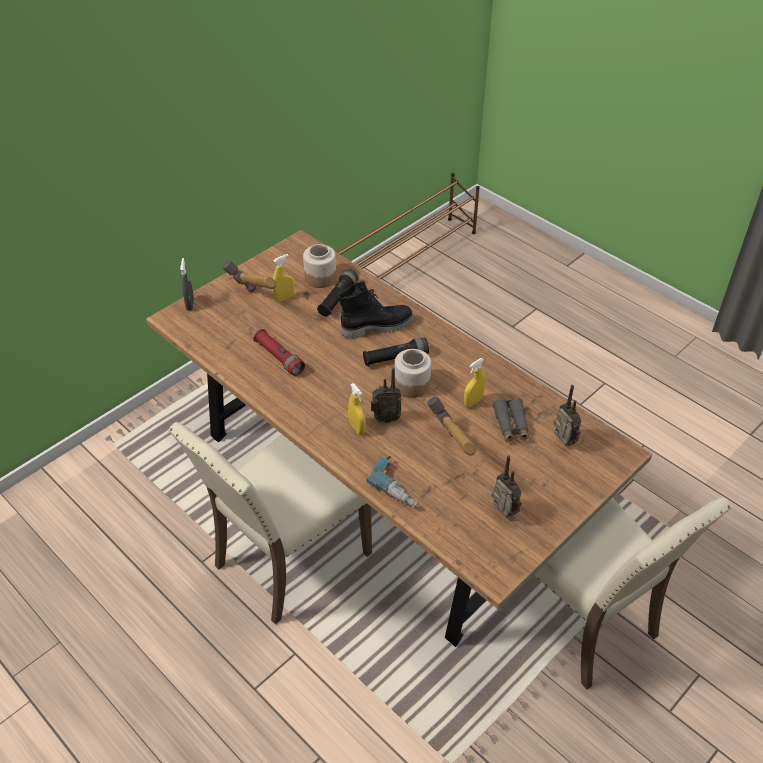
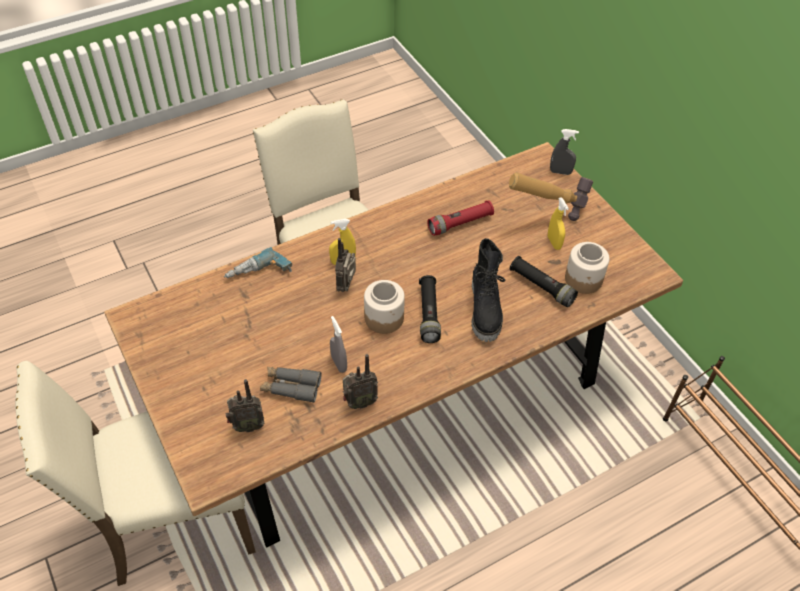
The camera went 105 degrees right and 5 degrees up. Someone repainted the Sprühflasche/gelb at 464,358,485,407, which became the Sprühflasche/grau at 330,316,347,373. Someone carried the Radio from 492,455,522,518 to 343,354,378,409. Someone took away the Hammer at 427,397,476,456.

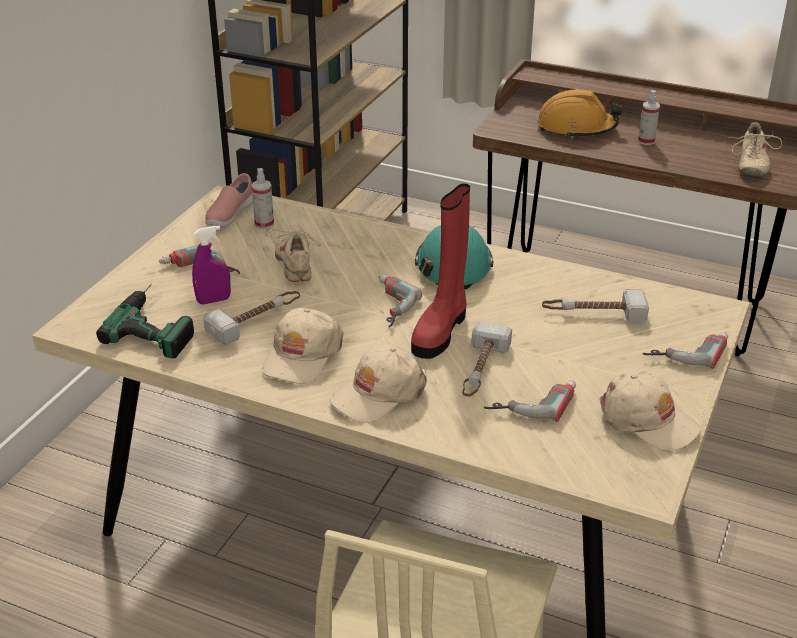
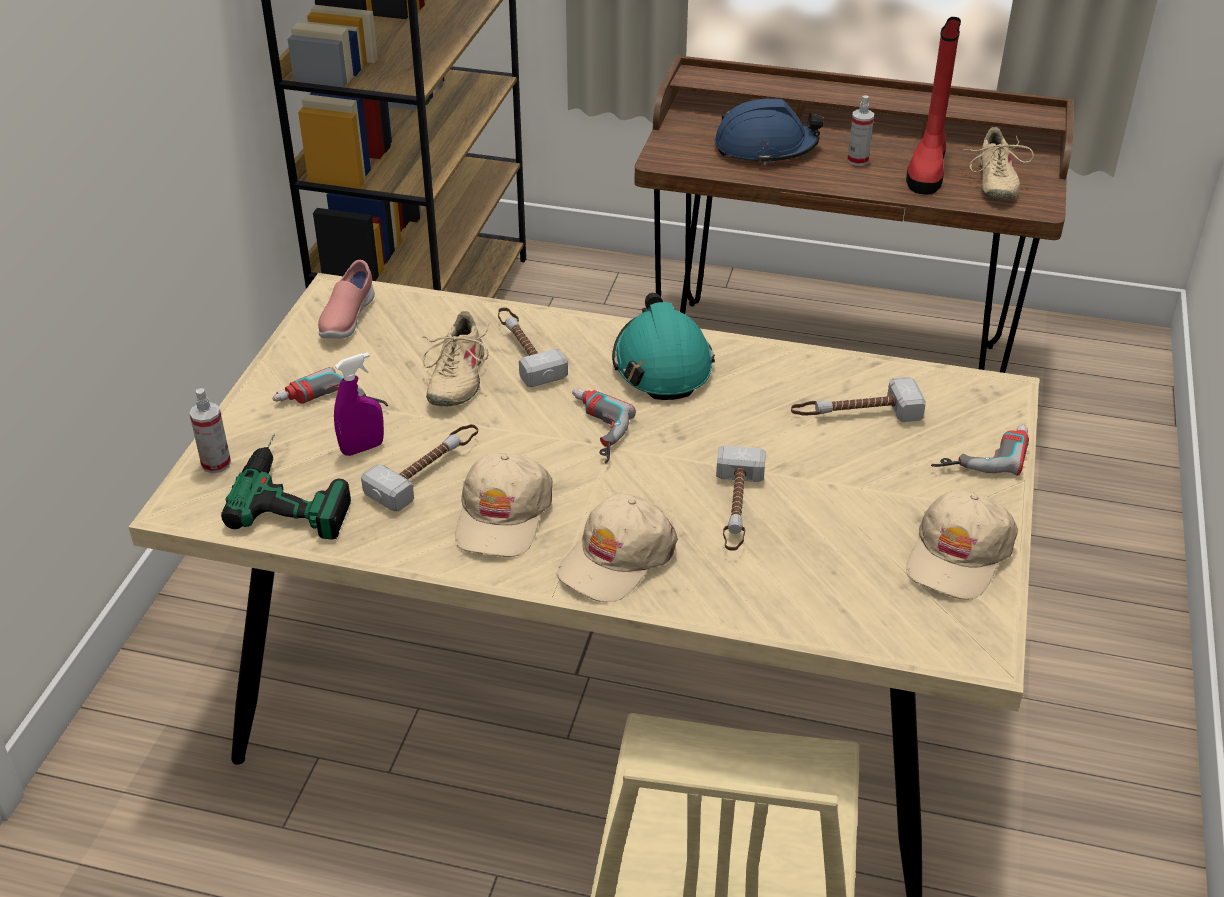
The camera went 10 degrees left and 5 degrees up. Someone carried the Sprühflasche from 252,168,274,229 to 189,388,231,474. Someone rotated the Schuh/beige at 265,225,327,282 by 150 degrees counterclockwise. Someone put down the Hammer at 498,308,568,387. Someone repainted the Schutzhelm/orange at 538,90,623,139, which became the Schutzhelm/blau at 715,99,824,165. Someone carried the Stiefel/rot from 411,183,470,359 to 906,17,961,194. Someone rotated the Kappe/beige at 600,370,701,452 by 90 degrees clockwise. Someone took away the Bohrmaschine at 484,380,576,422.

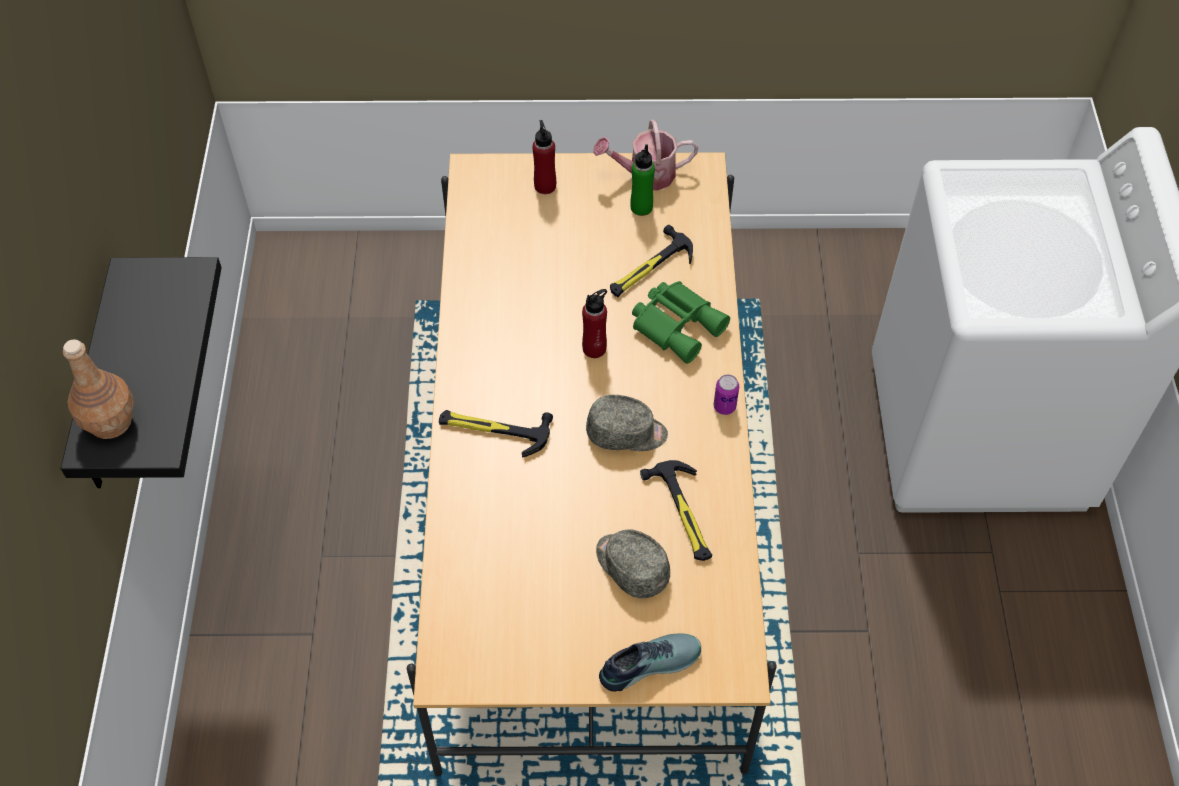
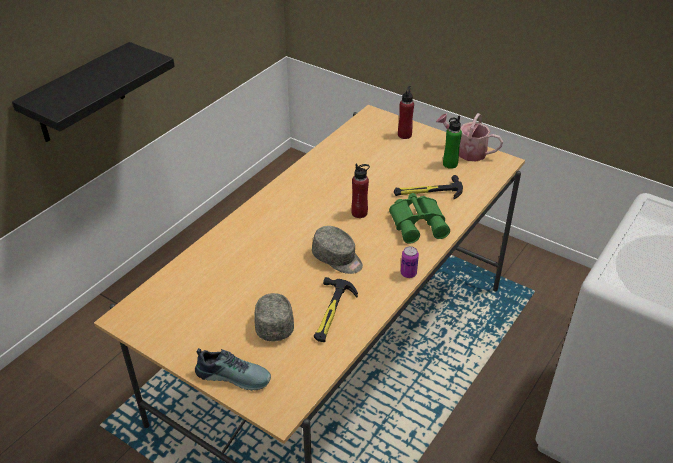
The camera went 35 degrees right and 15 degrees down. Someone took away the Flasche/braun at 63,339,134,439. Someone took away the Hammer at 439,410,553,458.

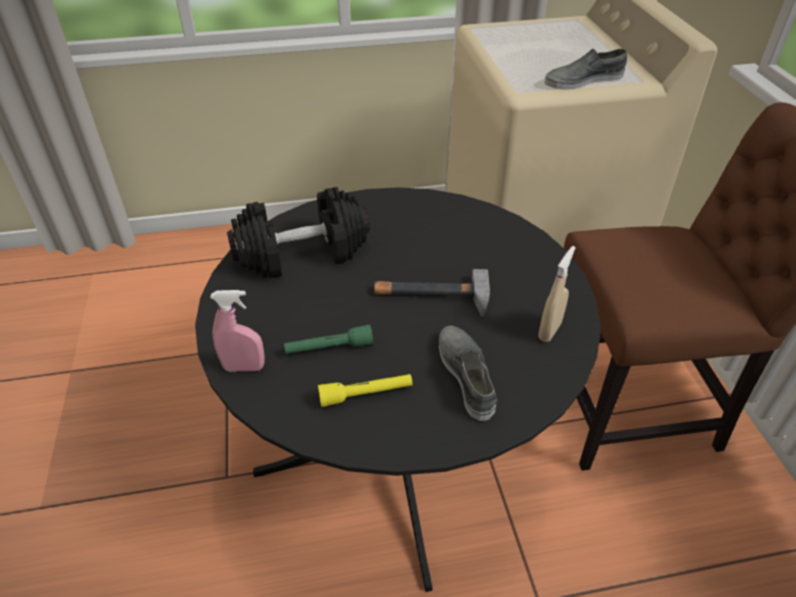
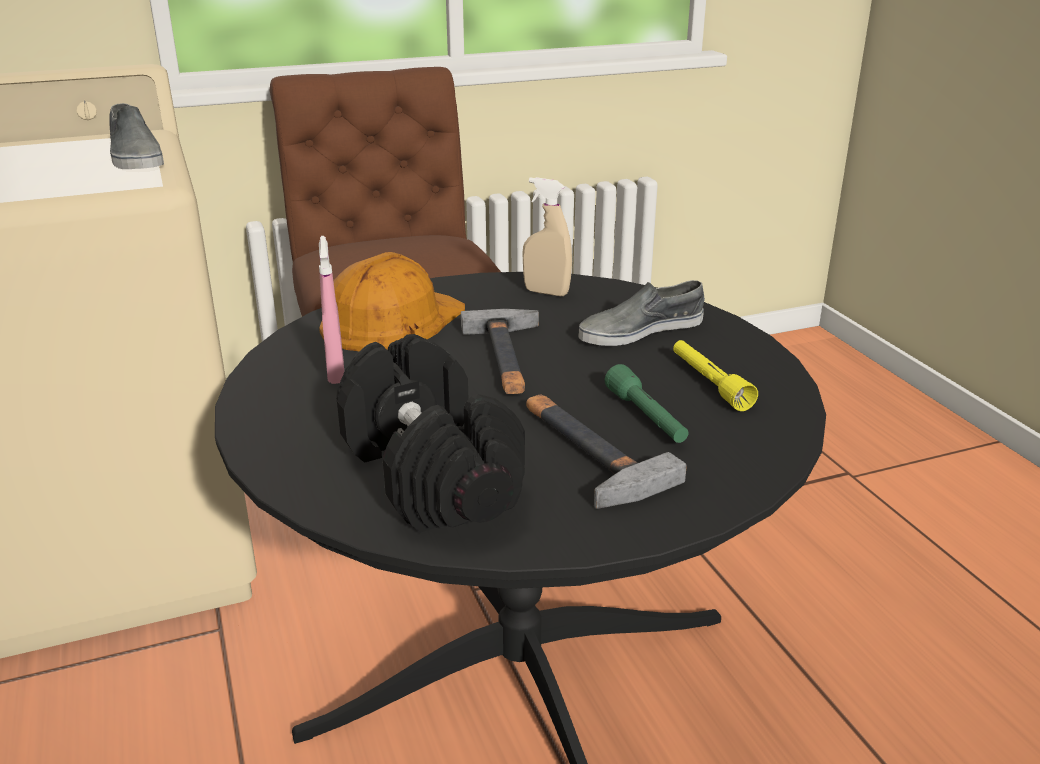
The camera went 100 degrees left and 15 degrees down. Someone carried the Sprühflasche/rosa from 210,290,265,372 to 319,236,344,384. Someone put down the Schutzhelm/orange at 319,252,465,351. Someone put down the Hammer at 526,394,687,509.

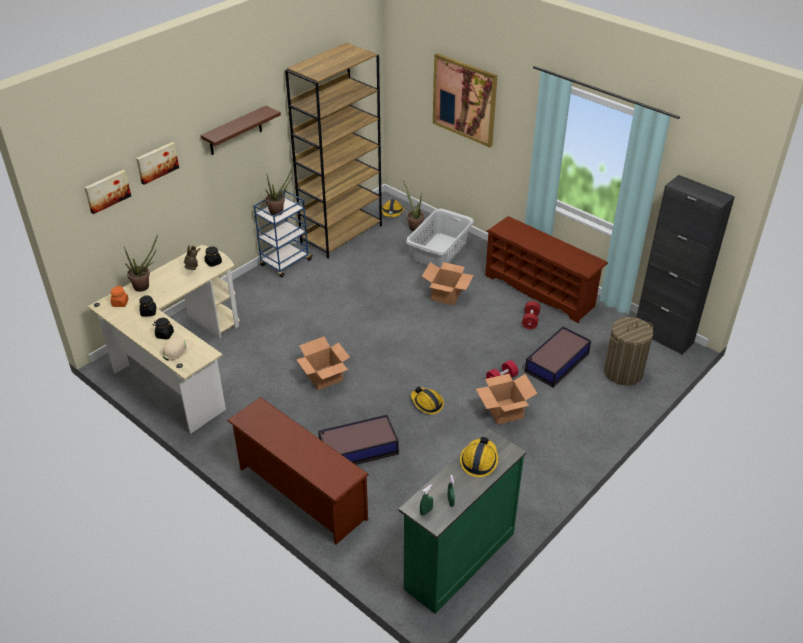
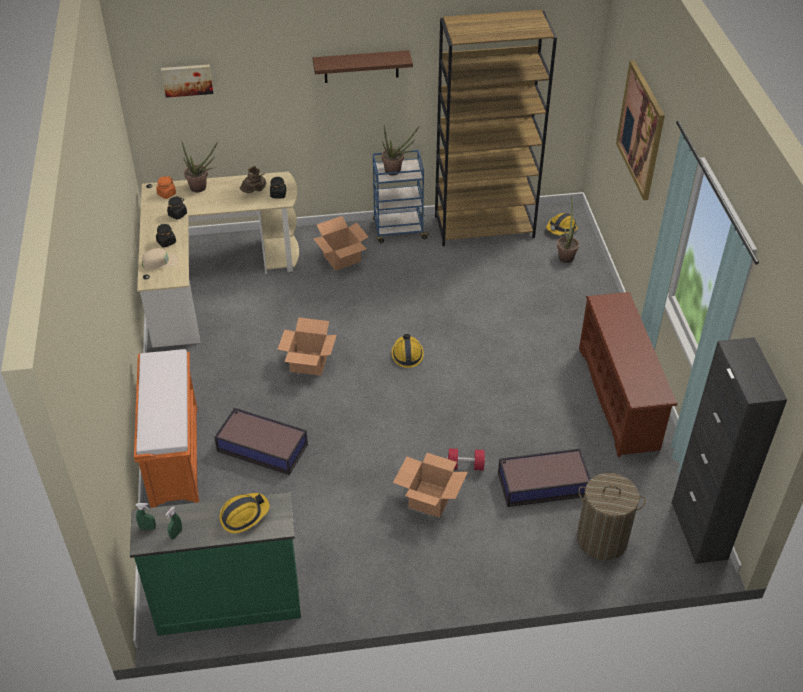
The camera went 40 degrees right and 5 degrees up. Someone swapped the Schuhregal/braun at 227,397,369,544 for the Bank/orange at 134,349,199,508. Someone carried the Karton from 422,262,474,306 to 314,216,368,271. Someone carried the Schutzhelm from 411,386,444,415 to 392,334,424,368. Someone took away the Bild at 136,142,179,185. Someone took away the Wäschekorb/grau at 406,209,474,269. Someone took away the Hantel/rot at 522,301,540,329.

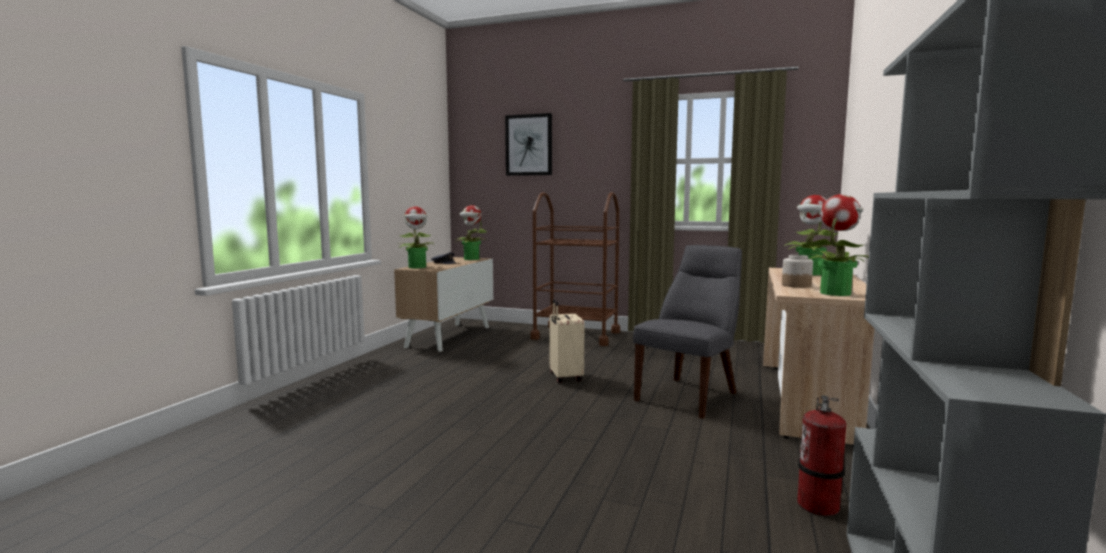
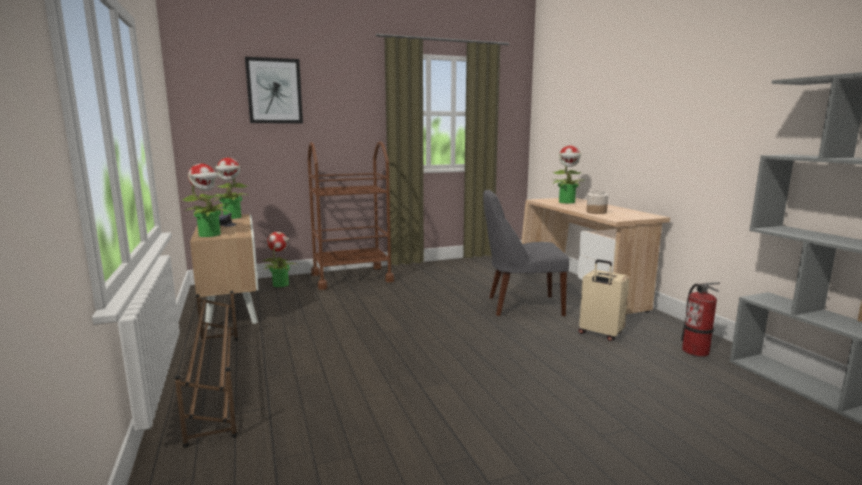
The camera went 40 degrees left and 5 degrees up. Someone put down the Schuhregal/braun at 174,291,238,448. Someone carried the Topfpflanze from 807,194,869,296 to 263,232,296,287. Someone rotated the Stuhl/grau at 633,245,742,419 by 90 degrees counterclockwise. Someone carried the Koffer/beige from 550,299,584,383 to 579,259,630,341.

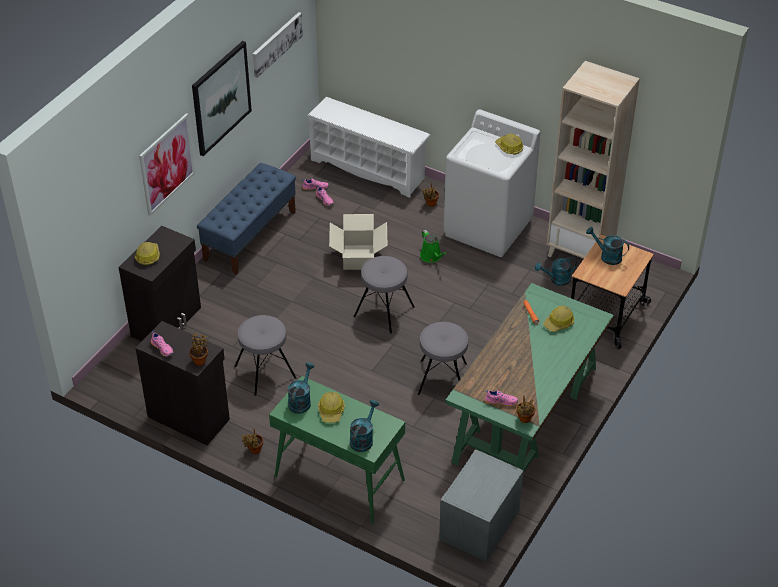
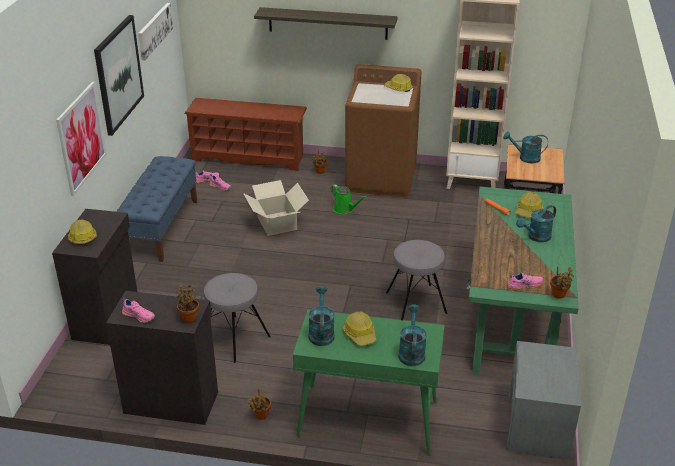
The camera went 20 degrees left and 10 degrees down. Someone repainted the Schuhregal/weiß at 307,97,431,198, which became the Schuhregal/braun at 184,98,307,171. Someone put up the Wandregal at 254,7,398,40. Someone repainted the Waschmaschine/weiß at 443,109,540,257, which became the Waschmaschine/braun at 345,64,422,198. Someone carried the Gießkanne/türkis from 535,257,577,286 to 516,205,556,242. Someone took away the Hocker/grau at 354,256,415,334.

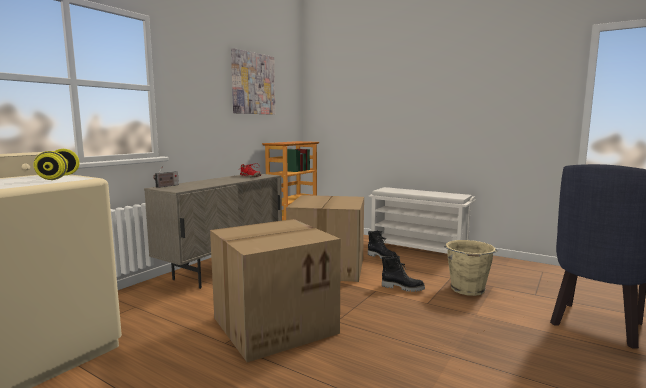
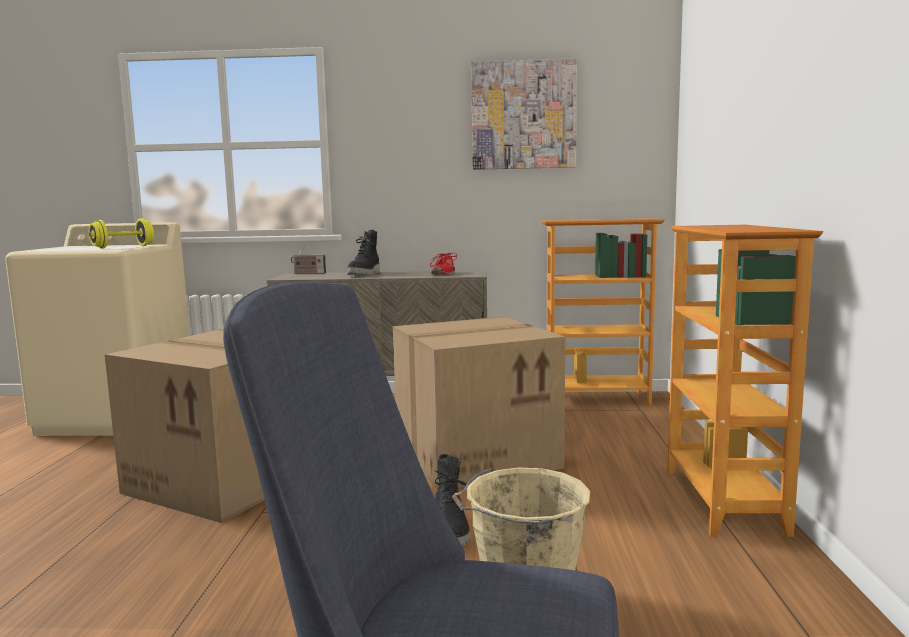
The camera went 60 degrees right and 0 degrees up. Someone carried the Stiefel/schwarz from 368,231,397,259 to 347,230,380,276. Someone swapped the Schuhregal/weiß at 369,187,475,254 for the Bücherregal at 667,225,823,537.

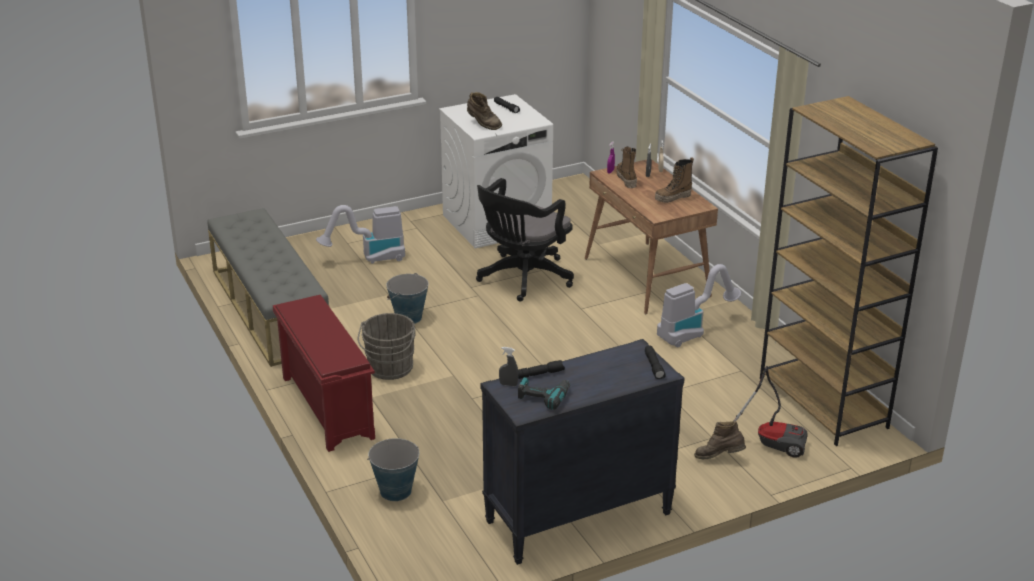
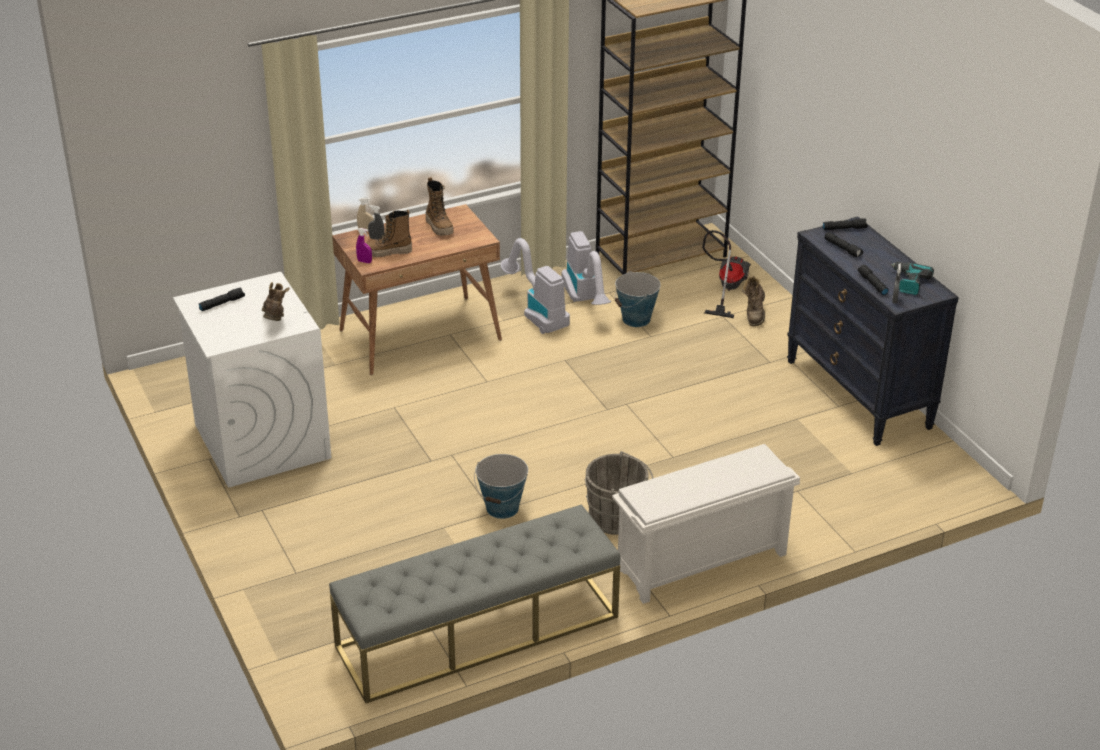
The camera went 90 degrees left and 5 degrees up. Someone rotated the Stiefel/braun at 467,92,502,130 by 45 degrees counterclockwise. Someone carried the Staubsauger from 316,205,405,264 to 562,231,611,305. Someone repainted the Schuhregal/rot at 273,295,375,452, which became the Schuhregal/weiß at 612,444,800,604. Someone carried the Eimer from 367,438,419,501 to 615,271,661,327. Someone put down the Taschenlampe/schwarz at 824,232,863,258. Someone took away the Bürostuhl/schwarz at 476,178,574,302.

